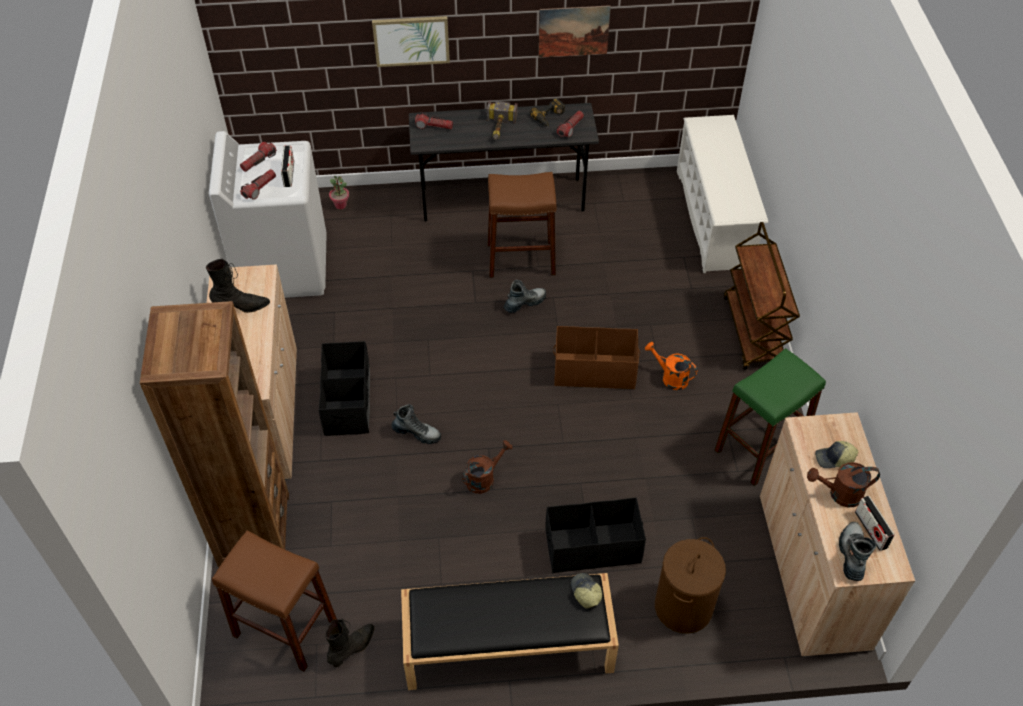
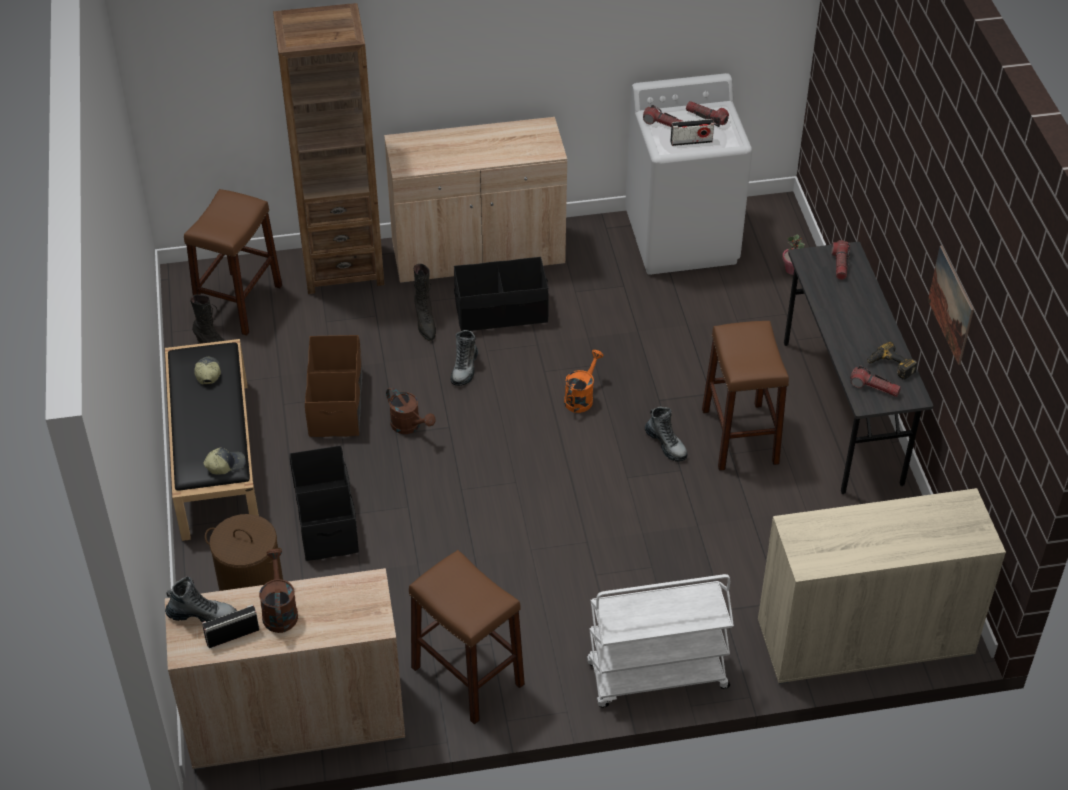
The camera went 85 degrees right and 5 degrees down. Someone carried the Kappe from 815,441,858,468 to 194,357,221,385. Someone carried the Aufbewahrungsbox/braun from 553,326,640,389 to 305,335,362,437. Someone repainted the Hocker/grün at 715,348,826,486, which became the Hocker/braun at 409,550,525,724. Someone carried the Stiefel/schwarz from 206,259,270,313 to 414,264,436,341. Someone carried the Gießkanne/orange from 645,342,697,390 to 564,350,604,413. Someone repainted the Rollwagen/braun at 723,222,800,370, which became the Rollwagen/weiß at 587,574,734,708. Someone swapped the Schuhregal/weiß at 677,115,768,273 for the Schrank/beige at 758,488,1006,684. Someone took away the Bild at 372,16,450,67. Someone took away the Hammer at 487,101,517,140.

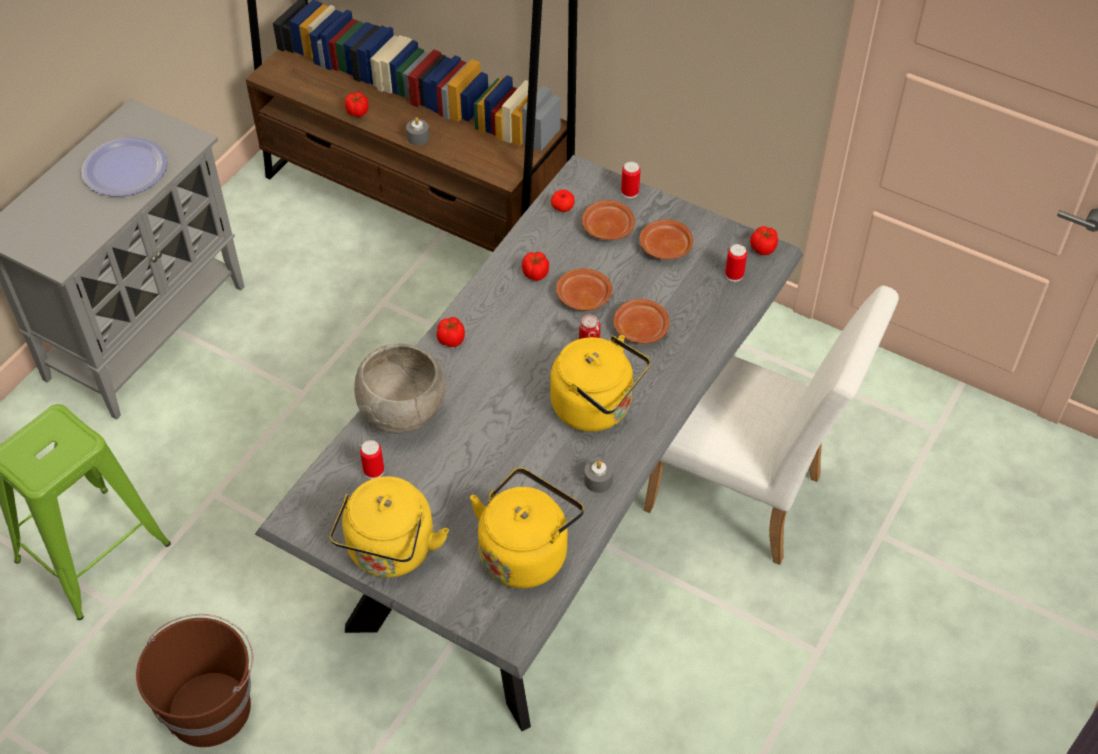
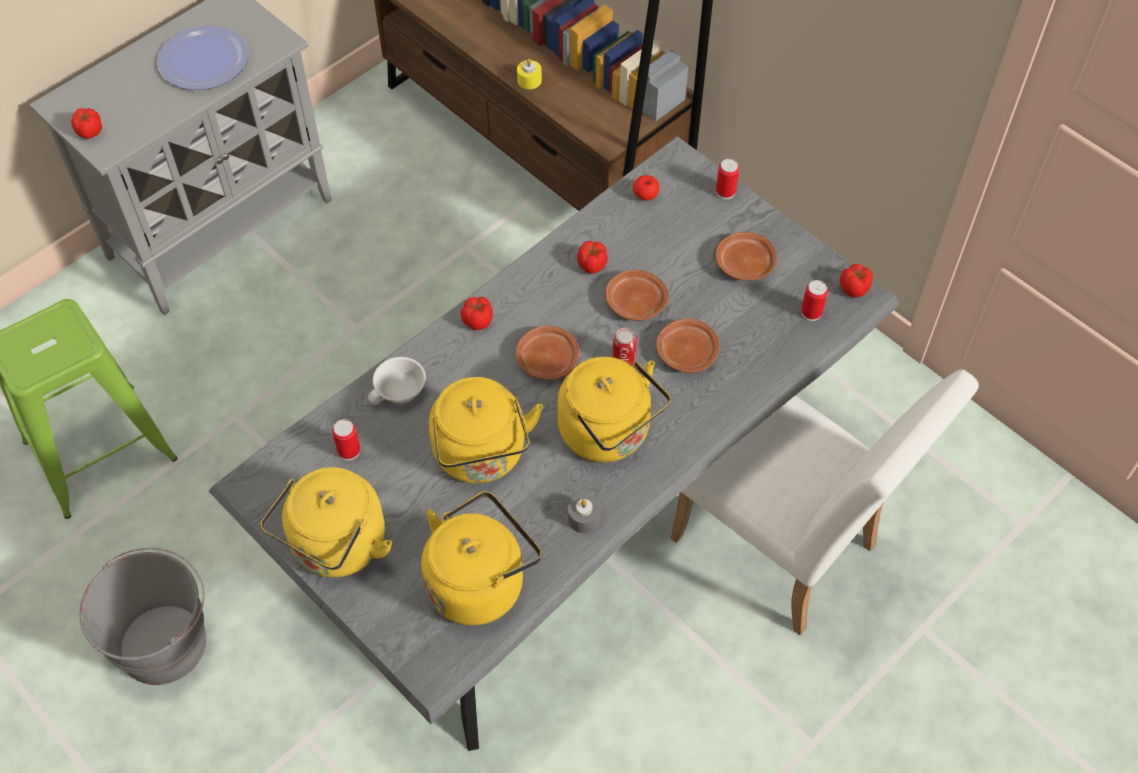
The camera went 15 degrees right and 5 degrees up. Someone carried the Tomate from 345,92,369,117 to 71,108,102,139. Someone repainted the Eimer/braun at 136,614,253,747, which became the Eimer/grau at 80,548,206,685. Someone swapped the Schüssel/grau at 354,344,445,434 for the Tasse/weiß at 368,357,426,405. Someone put down the Wasserkessel/gelb at 429,377,543,483. Someone carried the Teller/braun from 582,200,635,240 to 516,325,579,380. Someone repainted the Kerze/grau at 406,117,429,145, which became the Kerze/gelb at 517,59,542,89.

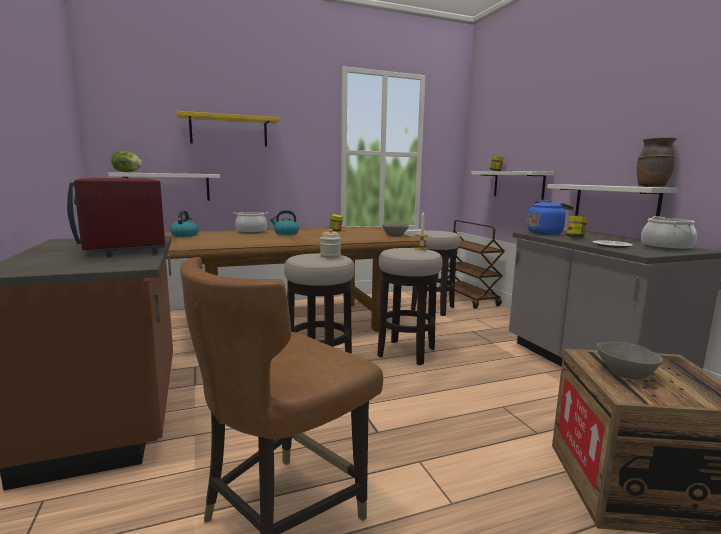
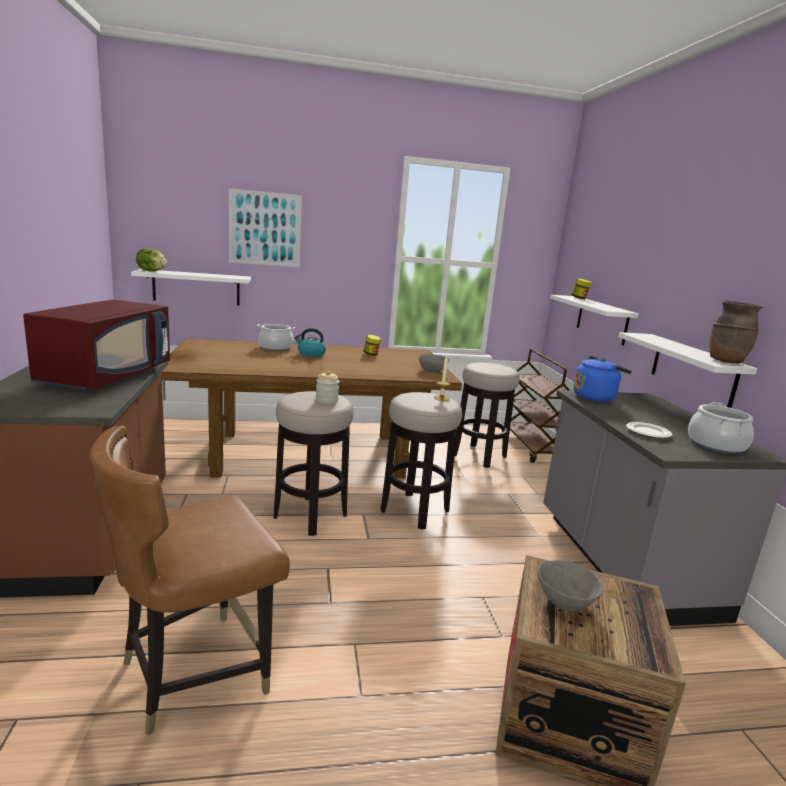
The camera went 10 degrees right and 5 degrees up. Someone rotated the Mikrowelle/rot at 67,178,165,257 by 150 degrees counterclockwise. Someone swapped the Wandregal/gelb at 176,111,281,146 for the Bild at 229,188,302,267. Someone took away the Wasserkessel at 170,211,198,237. Someone took away the Vorratsglas at 566,216,588,238.

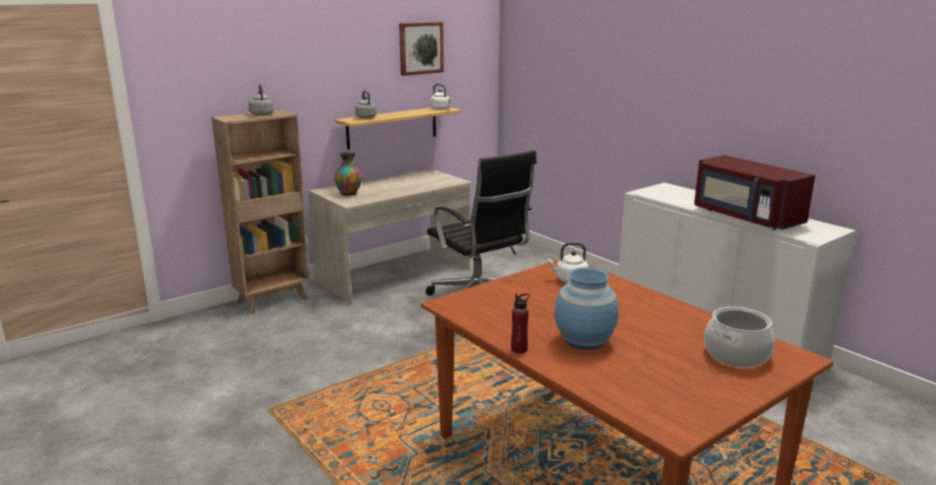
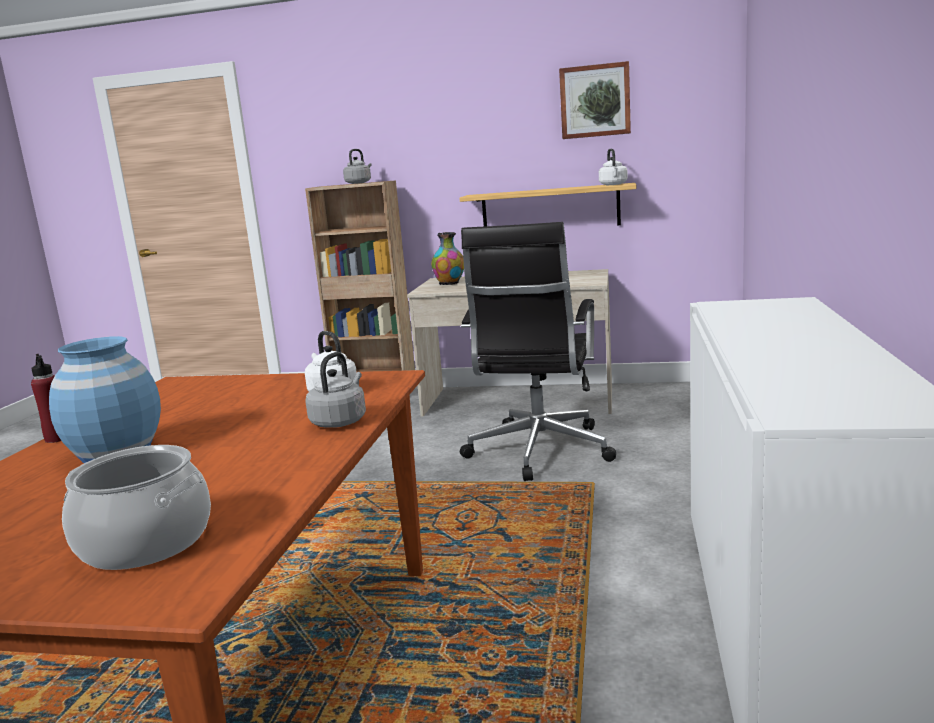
The camera went 50 degrees right and 5 degrees down. Someone carried the Wasserkessel/grau from 355,91,377,119 to 305,352,366,428. Someone took away the Mikrowelle/rot at 694,155,815,230.

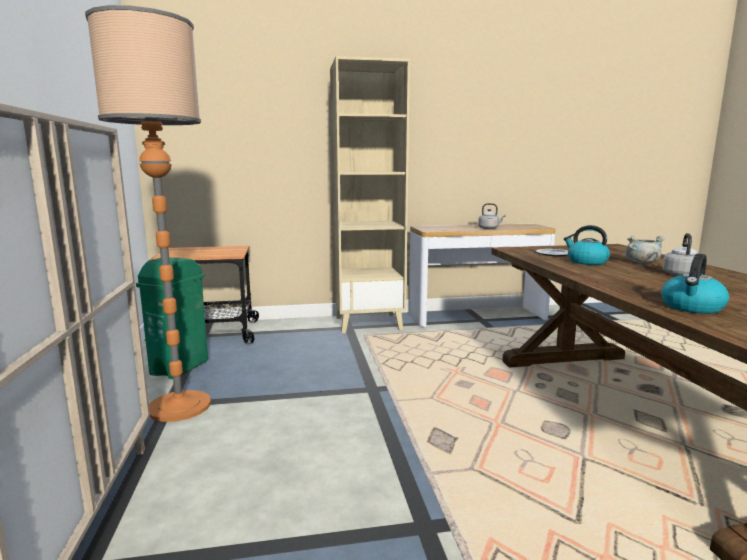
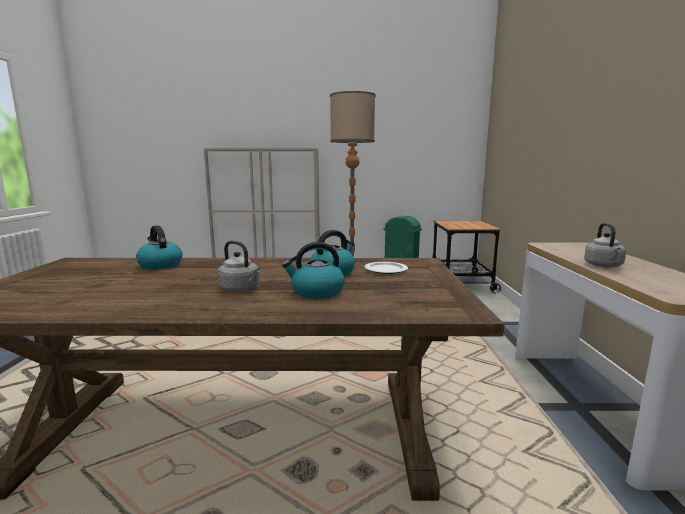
The camera went 100 degrees right and 0 degrees up. Someone swapped the Kochtopf/grau at 625,236,665,263 for the Wasserkessel at 282,242,345,299. Someone took away the Bücherregal/beige at 330,56,410,333.

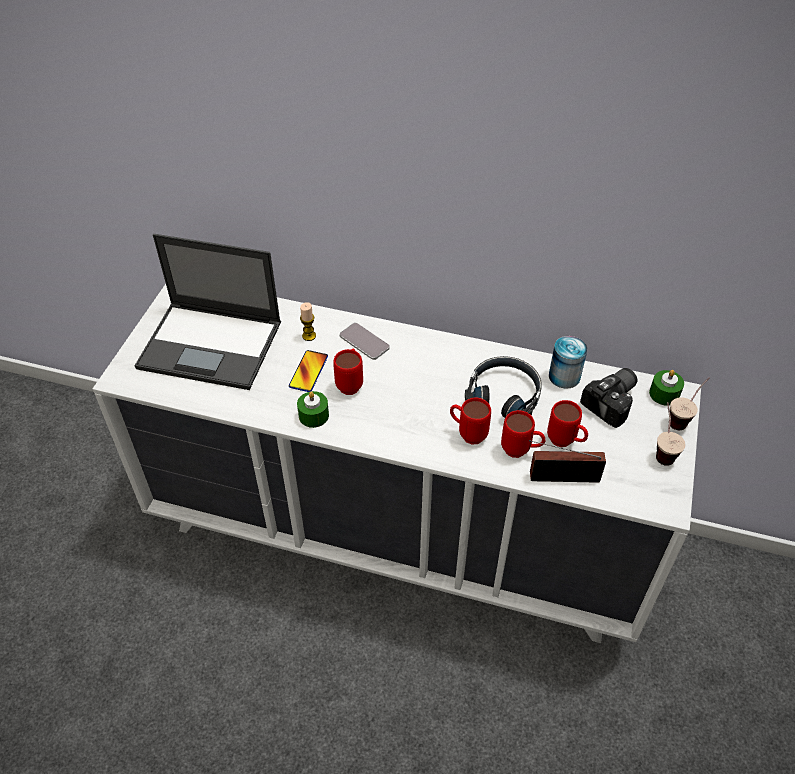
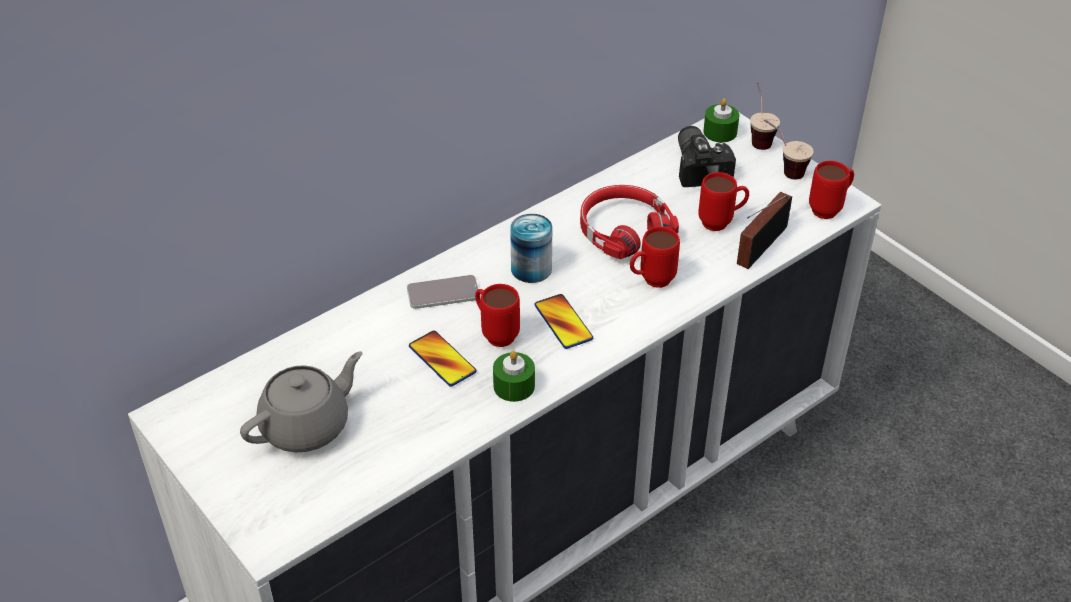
The camera went 55 degrees left and 5 degrees down. Someone swapped the Laptop at 134,234,281,390 for the Teekanne/grau at 240,351,363,452. Someone carried the Dose from 549,336,587,389 to 510,214,552,283. Someone put down the Handy at 534,294,593,349. Someone repainted the Kopfhörer/schwarz at 465,356,542,418, which became the Kopfhörer/rot at 580,185,679,260. Someone carried the Henkelbecher/rot from 501,410,545,458 to 809,161,854,219. Someone took away the Kerze at 300,302,316,341.

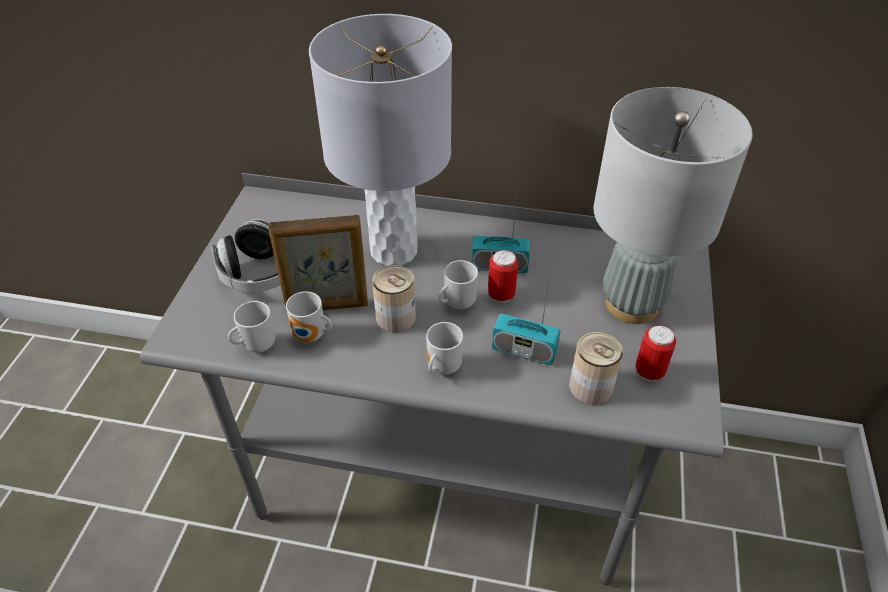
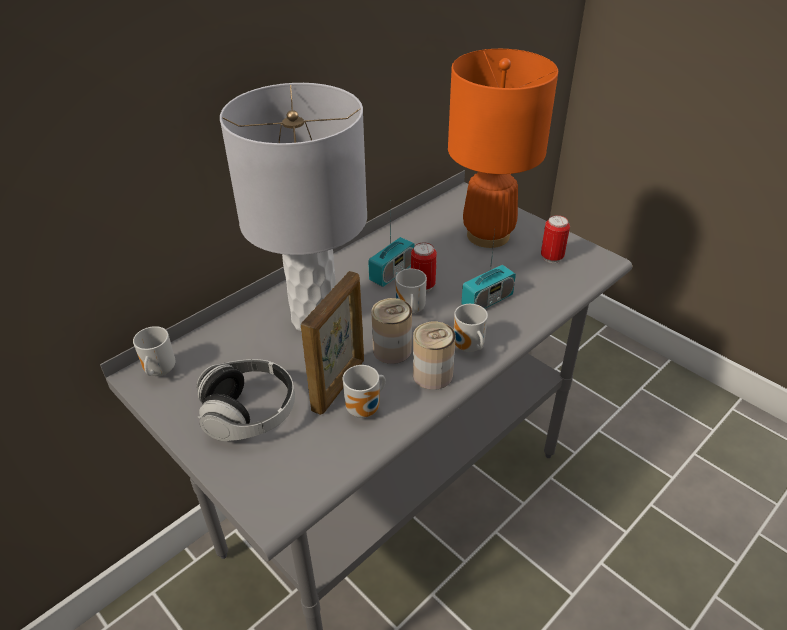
The camera went 55 degrees left and 5 degrees down. Someone carried the Henkelbecher from 228,301,276,353 to 133,326,175,376. Someone carried the Dose from 569,332,623,405 to 413,321,456,390. Someone repainted the Tischlampe/grau at 593,87,753,324, which became the Tischlampe/orange at 448,49,558,248.

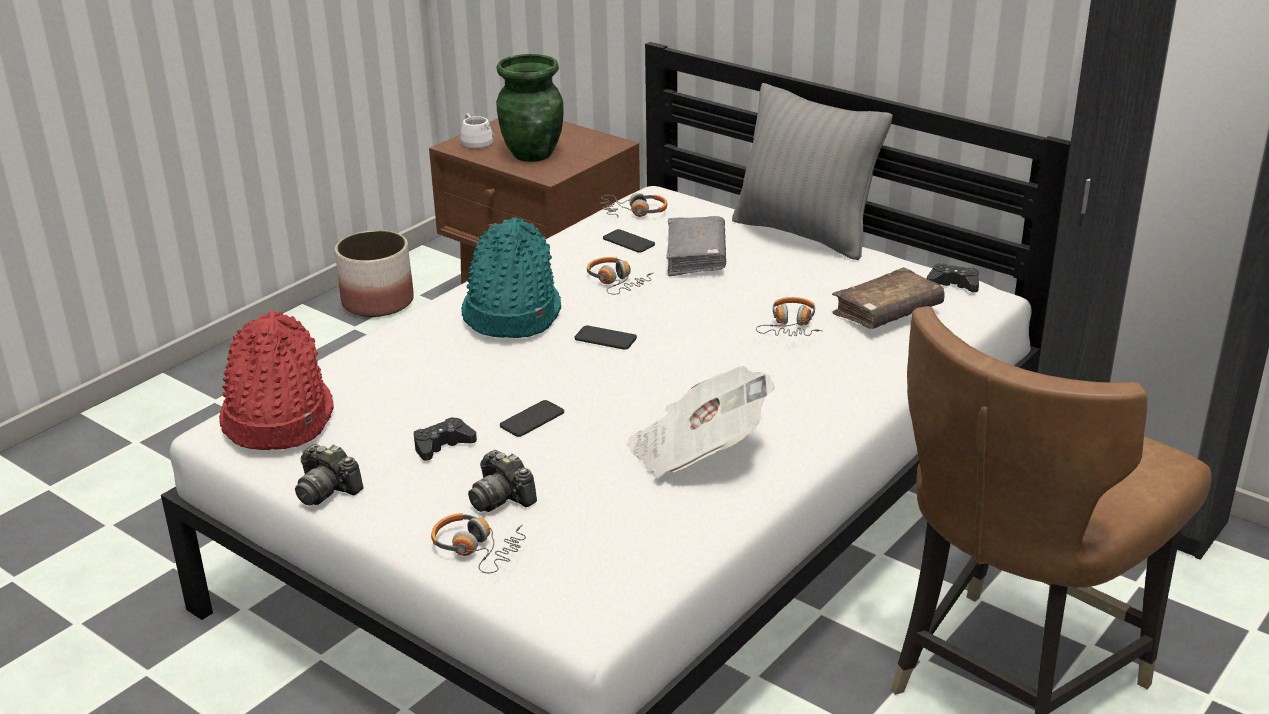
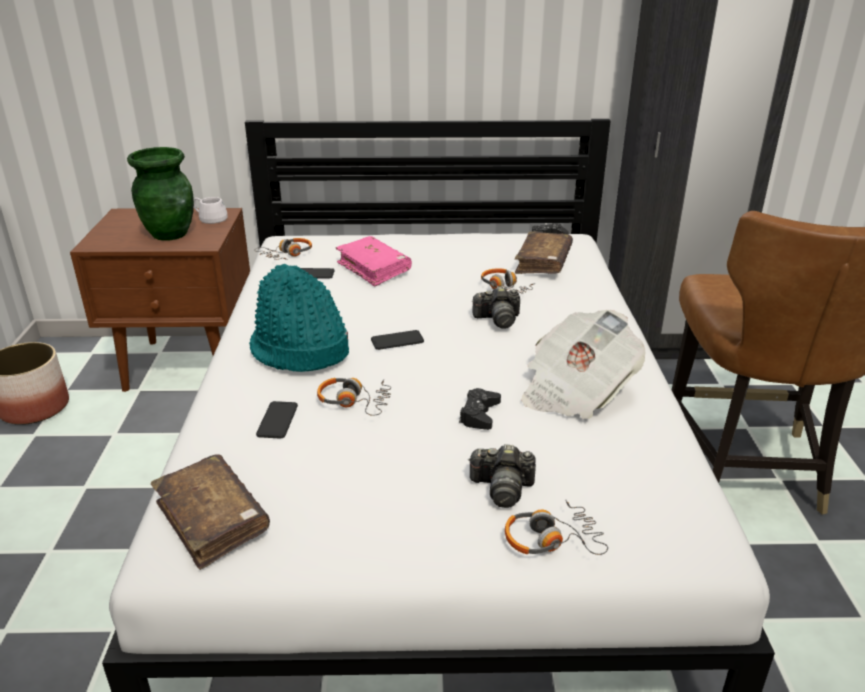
The camera went 40 degrees left and 0 degrees up. Someone swapped the Hut/rot at 219,311,334,450 for the Buch/braun at 151,454,270,570. Someone carried the Henkelbecher/weiß from 460,113,494,148 to 194,197,228,224. Someone carried the Handy from 500,400,564,437 to 256,401,298,439. Someone carried the Kopfhörer from 587,257,654,295 to 317,378,391,416. Someone repainted the Buch/grau at 667,216,726,276, which became the Buch/rosa at 336,236,412,286. Someone carried the Gamepad/schwarz from 414,417,477,461 to 459,388,501,430. Someone carried the Kamera from 295,444,363,506 to 472,286,520,329. Someone took away the Kissen/grau at 732,83,892,260.

